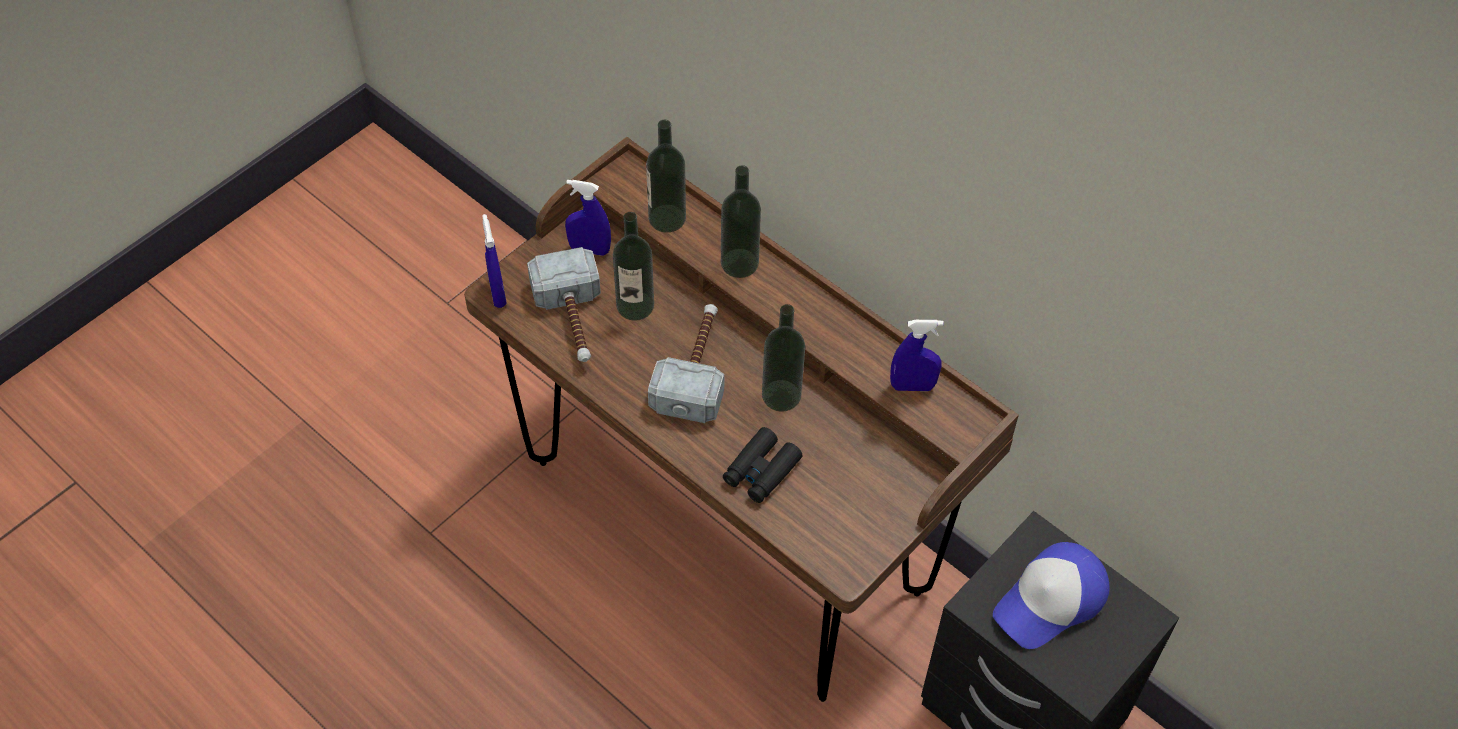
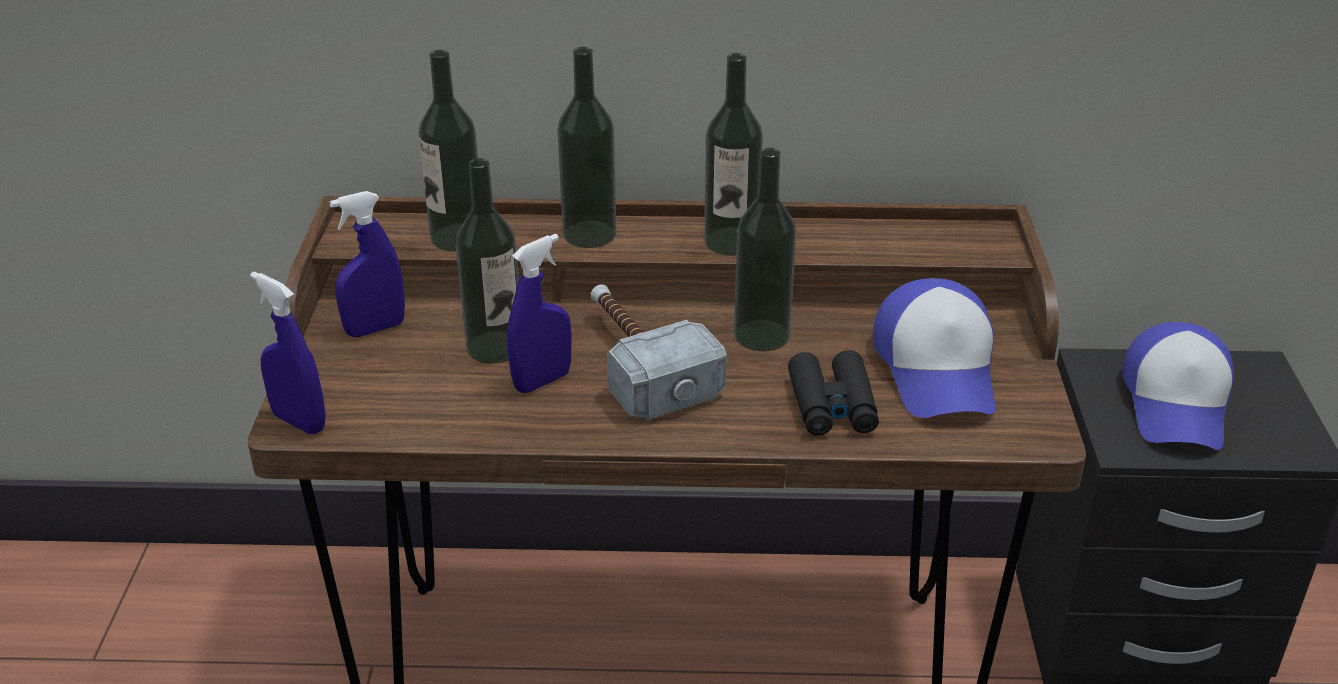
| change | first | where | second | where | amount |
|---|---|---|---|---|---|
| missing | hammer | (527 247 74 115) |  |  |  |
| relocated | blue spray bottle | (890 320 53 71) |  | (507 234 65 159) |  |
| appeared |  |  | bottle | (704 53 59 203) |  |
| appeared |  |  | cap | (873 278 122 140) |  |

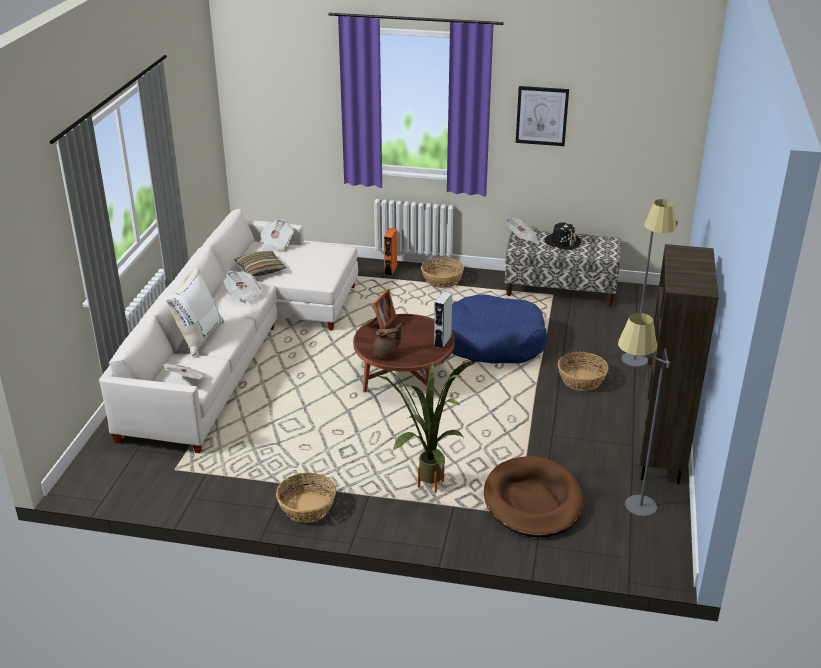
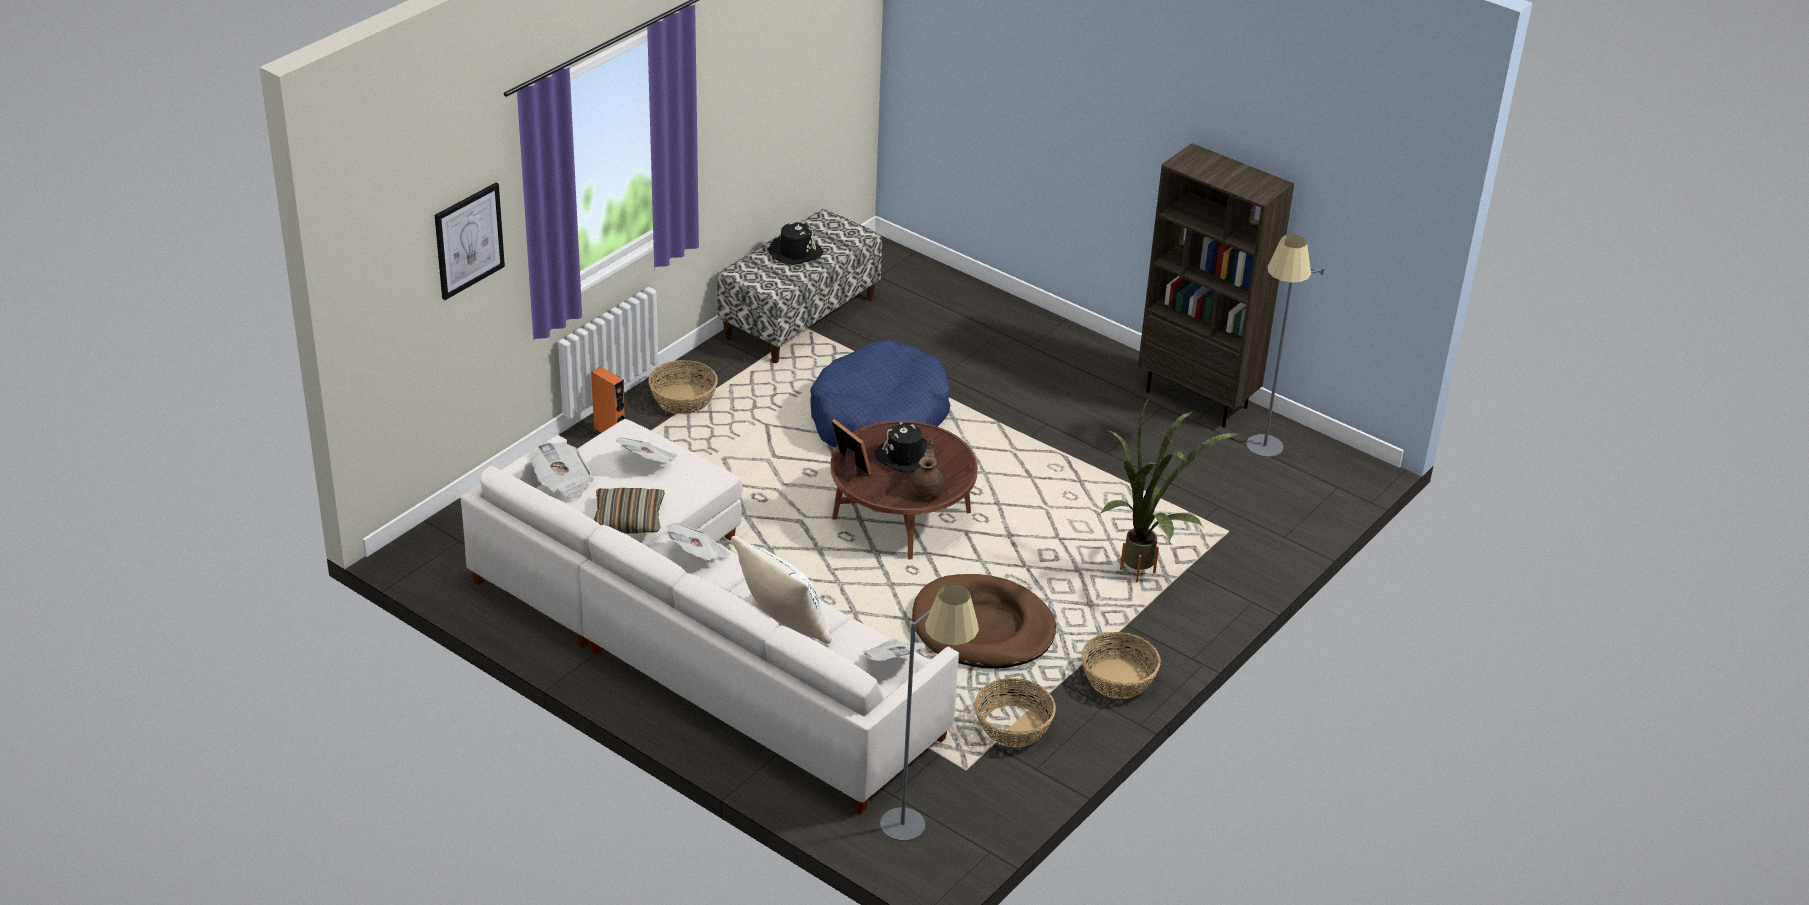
| change | first | where | second | where | amount |
|---|---|---|---|---|---|
| missing | grey speaker | (434 291 18 58) |  |  |  |
| relocated | brown dog bed | (484 456 99 81) |  | (912 574 144 95) |  |
| relocated | newspaper | (506 218 33 26) |  | (616 437 61 26) |  |
| relocated | picture | (516 86 53 60) |  | (435 183 70 117) |  |
| relocated | basket | (558 352 51 39) |  | (975 678 81 69) |  |
| relocated | grey floor lamp | (622 199 56 168) |  | (880 584 99 257) |  |
| appeared |  |  | black hat | (874 422 53 50) |  |

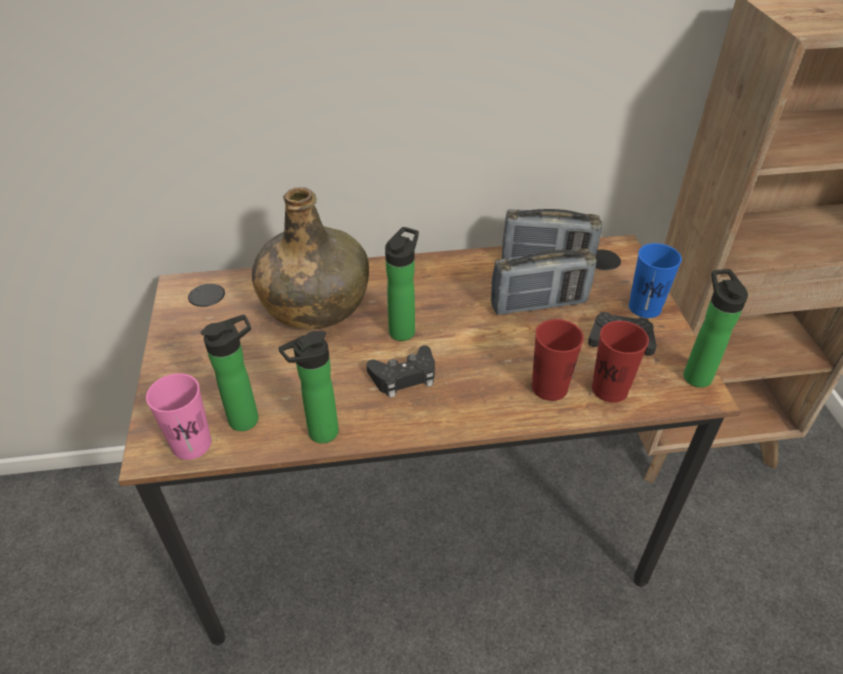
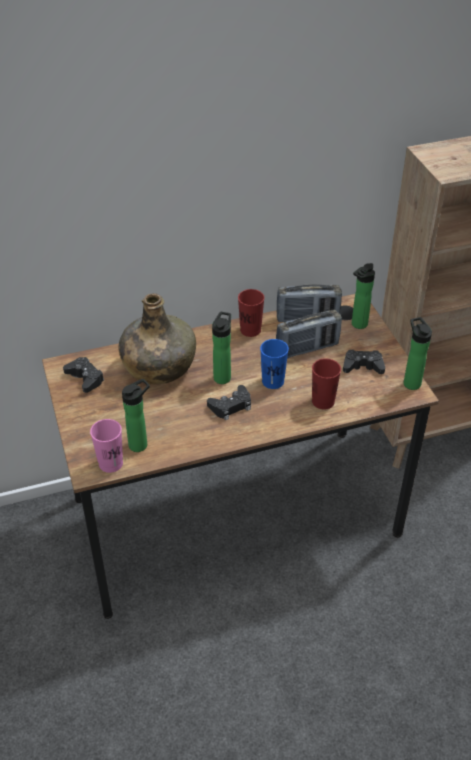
| change | first | where | second | where | amount |
|---|---|---|---|---|---|
| relocated | bottle | (279 331 60 112) |  | (352 263 23 66) |  |
| relocated | red cup | (592 321 57 82) |  | (238 289 27 48) |  |
| relocated | blue cup | (629 243 53 75) |  | (260 339 29 50) |  |
| appeared |  |  | black game controller | (63 357 41 36) |  |

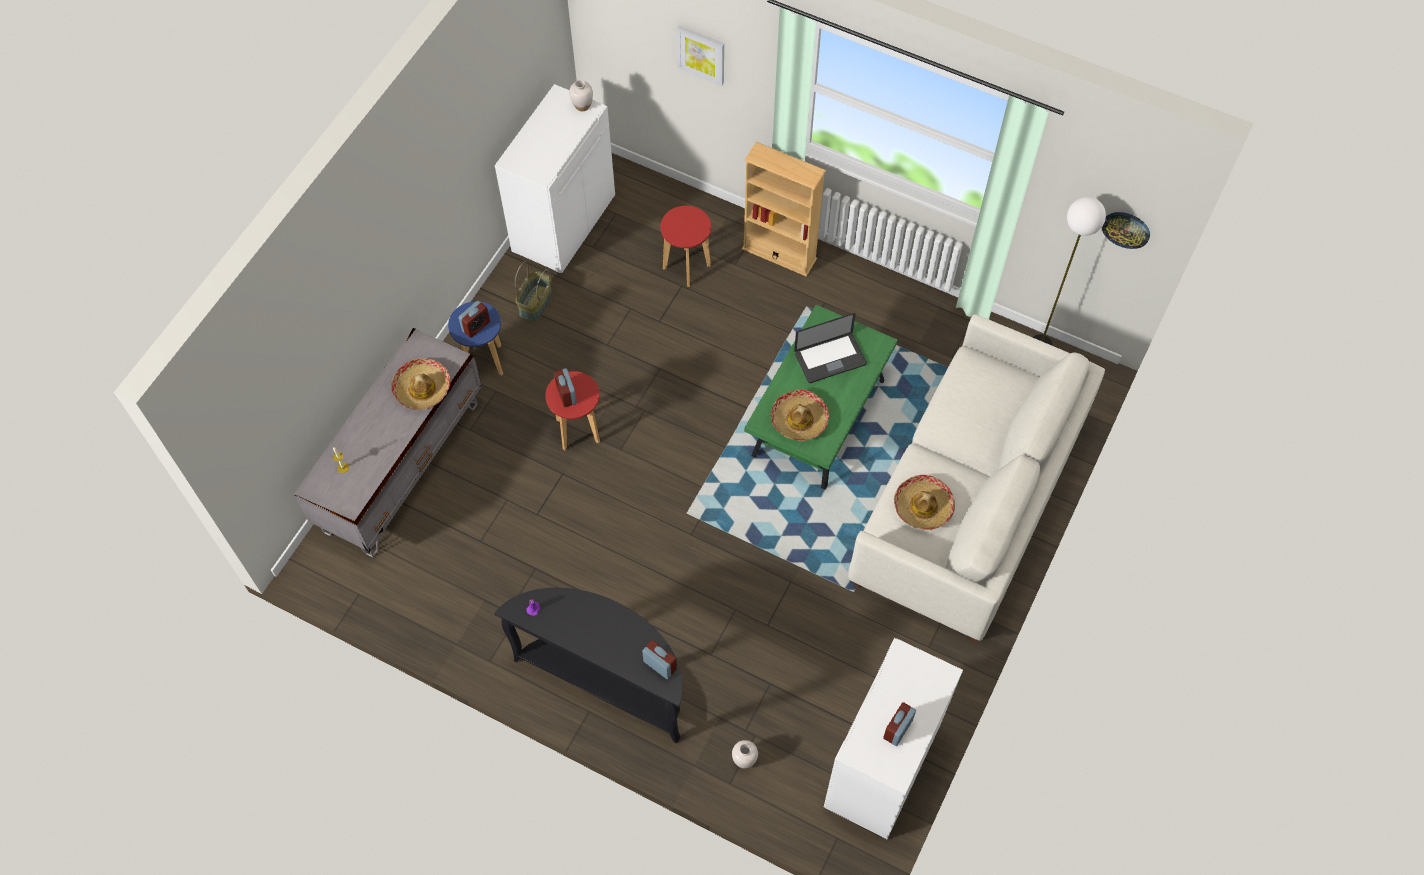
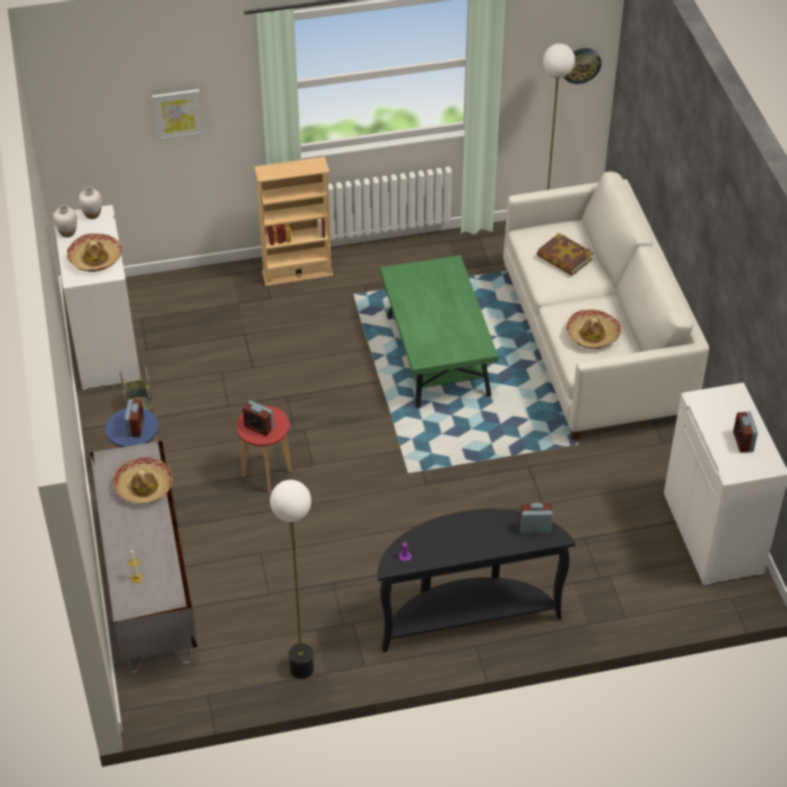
| change | first | where | second | where | amount |
|---|---|---|---|---|---|
| missing | red stool | (661 206 50 81) |  |  |  |
| relocated | white vase | (732 740 26 29) |  | (53 205 24 33) |  |
| relocated | hat | (771 390 58 51) |  | (67 233 55 39) |  |
| missing | laptop | (794 313 73 70) |  |  |  |
| appeared |  |  | floor lamp | (270 480 44 199) |  |
| appeared |  |  | book | (537 233 57 43) |  |

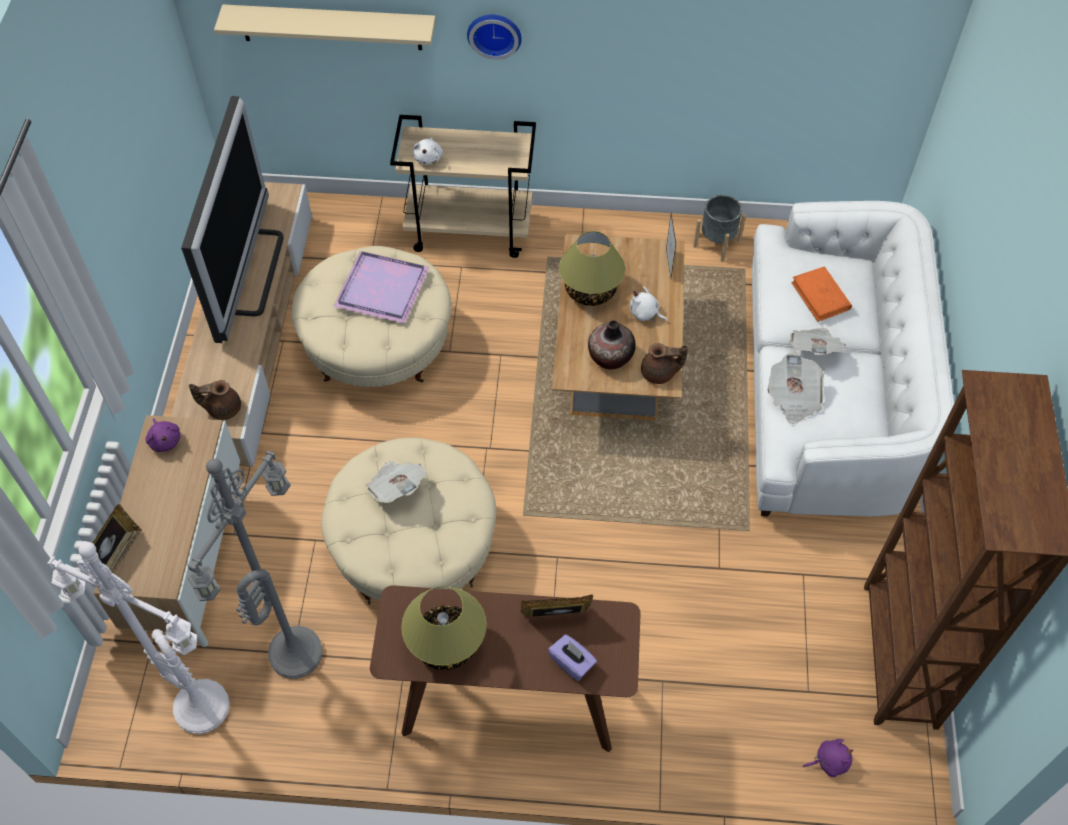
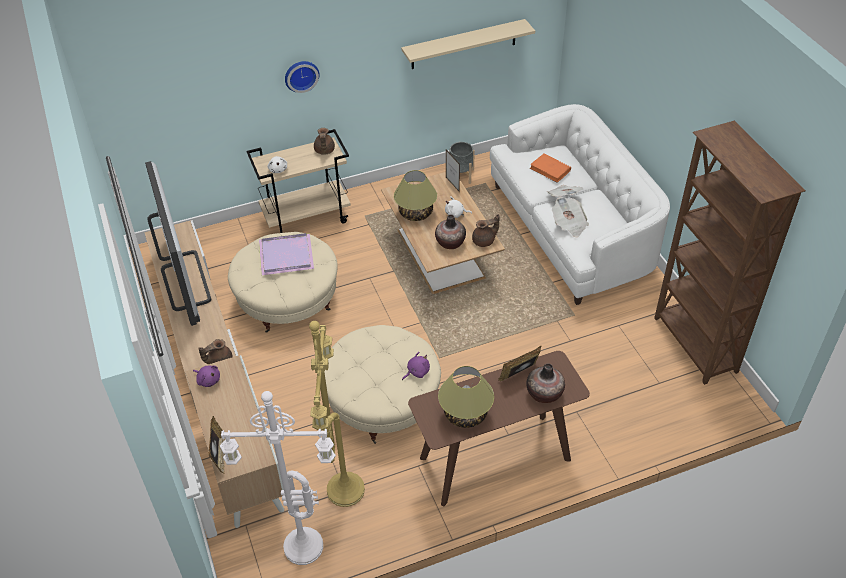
| change | first | where | second | where | amount |
|---|---|---|---|---|---|
| colour | grey floor lamp | (187 451 136 228) | yellow floor lamp | (309 321 56 186) |  |
| relocated | beige shelf | (214 4 222 46) |  | (401 19 134 50) |  |
| missing | newspaper | (365 461 61 42) |  |  |  |
| exchanged | purple tissue box | (548 634 49 47) | vase | (526 363 39 40) |  |
| relocated | purple plush toy | (803 739 50 38) |  | (402 352 28 28) |  |
| appeared |  |  | brown teapot | (314 128 21 27) |  |

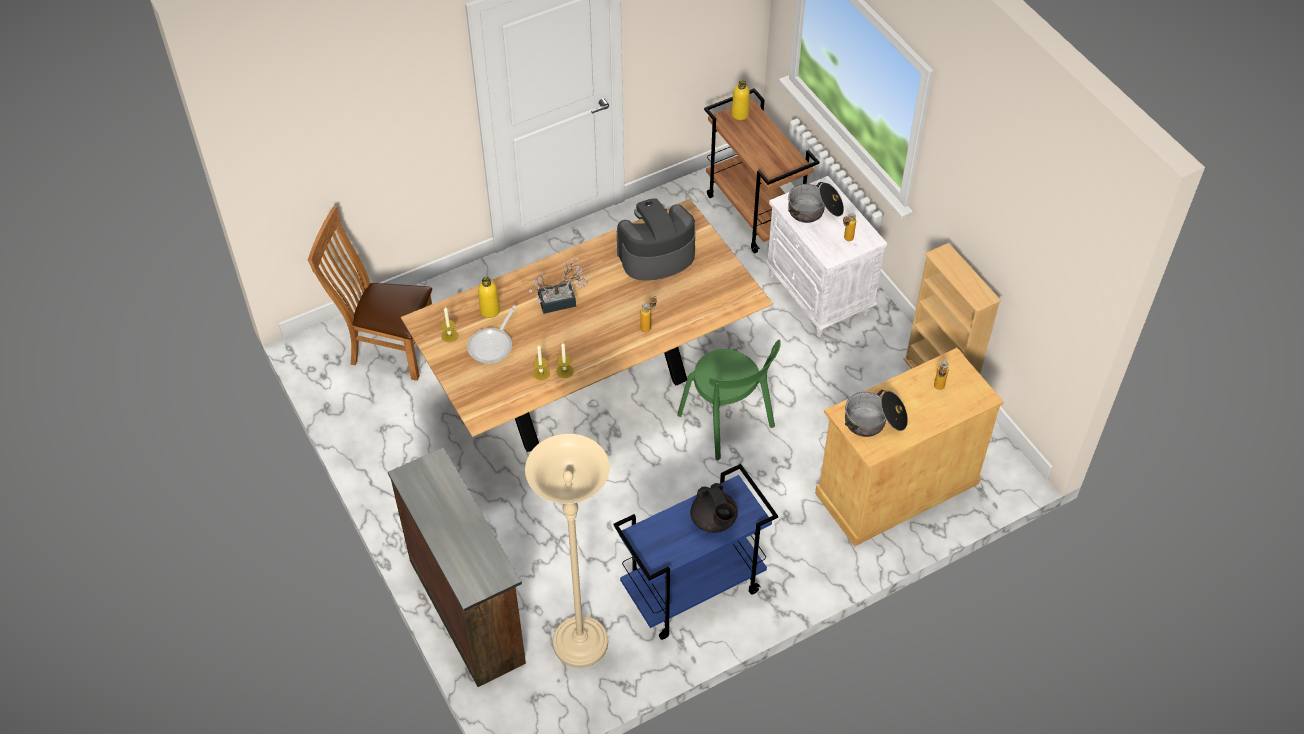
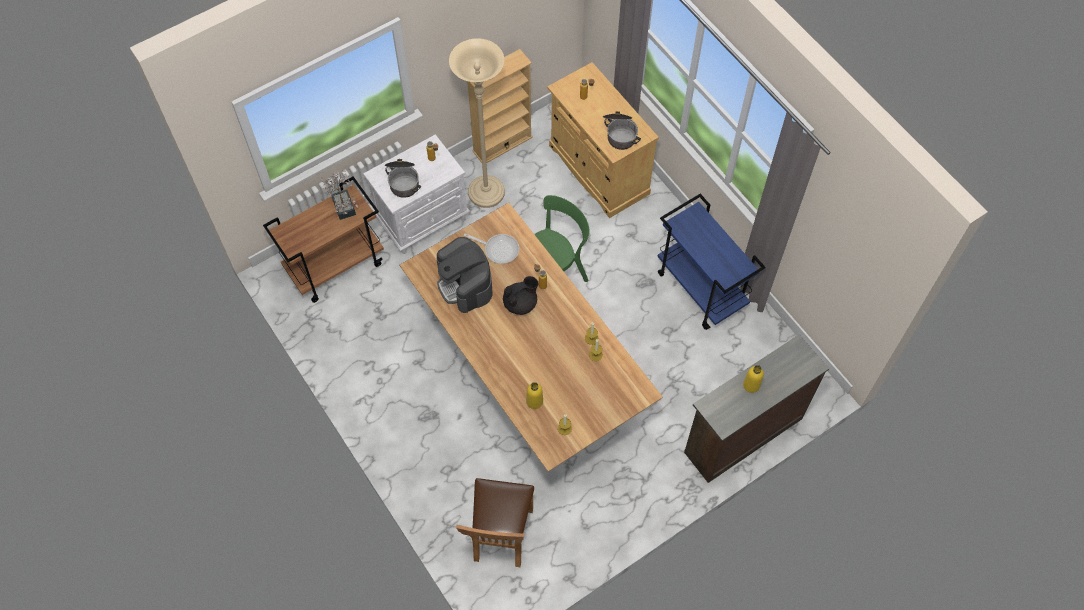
| change | first | where | second | where | amount |
|---|---|---|---|---|---|
| relocated | frying pan | (467 305 49 59) |  | (464 234 55 30) |  |
| relocated | beige floor lamp | (525 434 85 234) |  | (449 38 56 170) |  |
| relocated | potted plant | (529 258 60 56) |  | (320 170 38 50) |  |
| relocated | black teapot | (690 483 48 50) |  | (503 276 35 39) |  |
| relocated | yellow bottle | (731 80 19 40) |  | (743 365 21 28) |  |

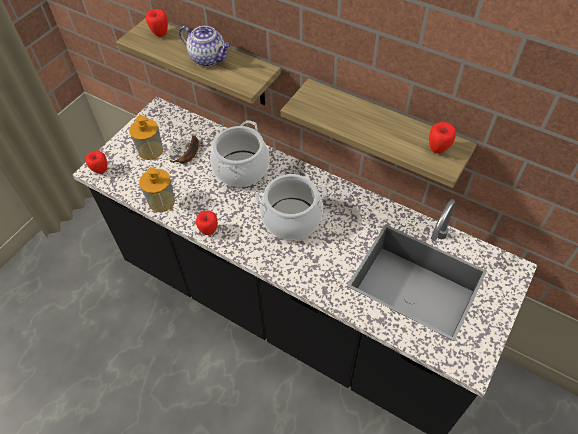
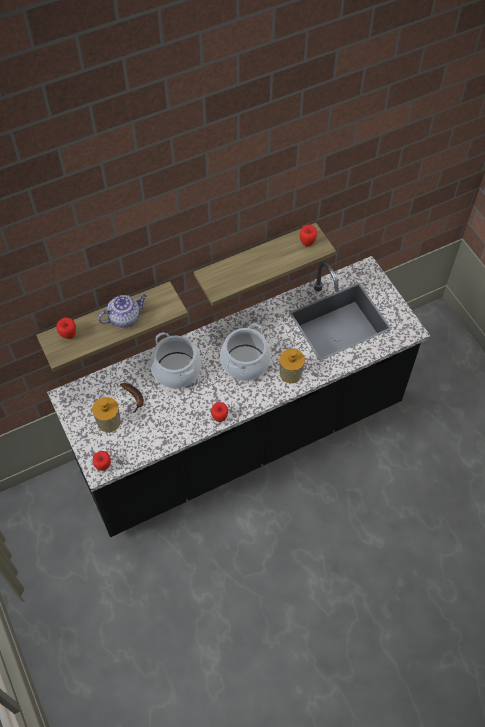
| change | first | where | second | where | amount |
|---|---|---|---|---|---|
| relocated | soap dispenser | (139 167 36 45) |  | (279 349 26 35) |  |

